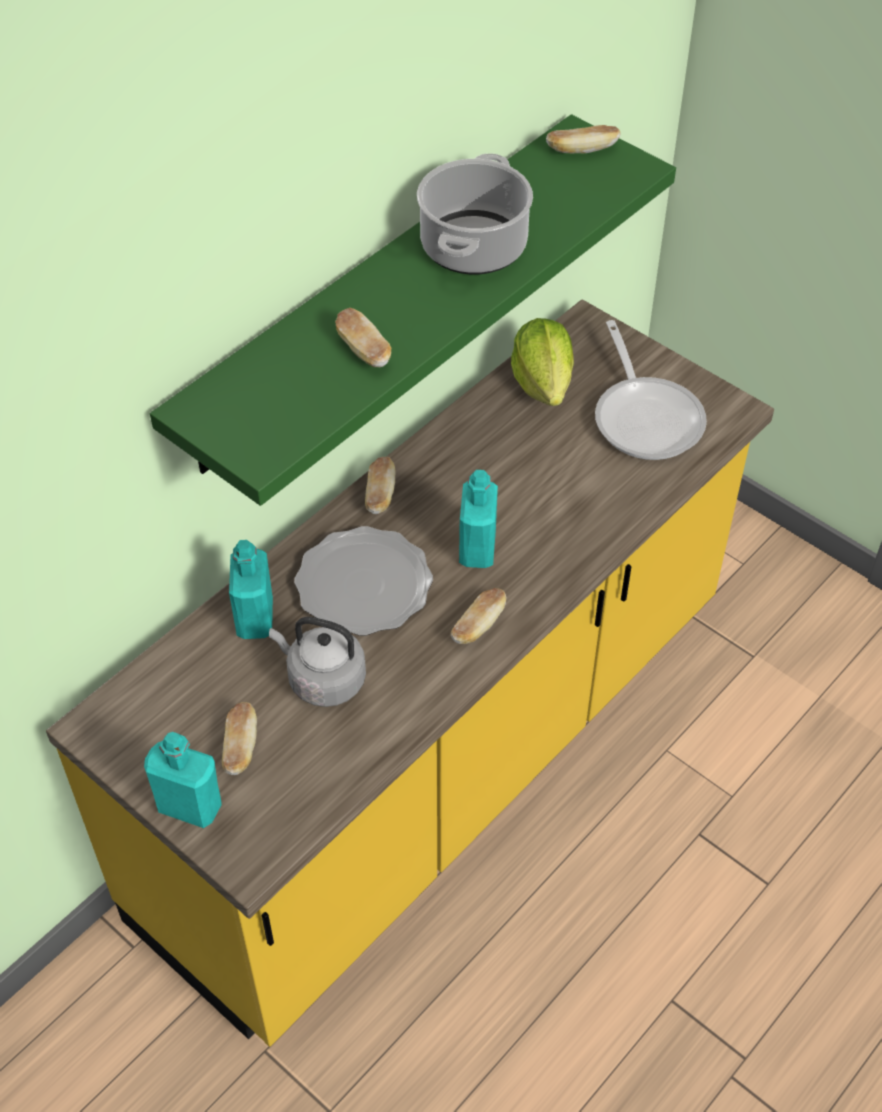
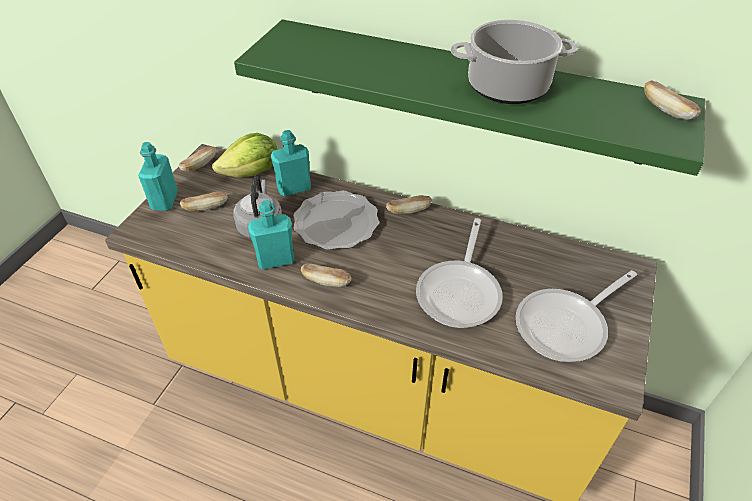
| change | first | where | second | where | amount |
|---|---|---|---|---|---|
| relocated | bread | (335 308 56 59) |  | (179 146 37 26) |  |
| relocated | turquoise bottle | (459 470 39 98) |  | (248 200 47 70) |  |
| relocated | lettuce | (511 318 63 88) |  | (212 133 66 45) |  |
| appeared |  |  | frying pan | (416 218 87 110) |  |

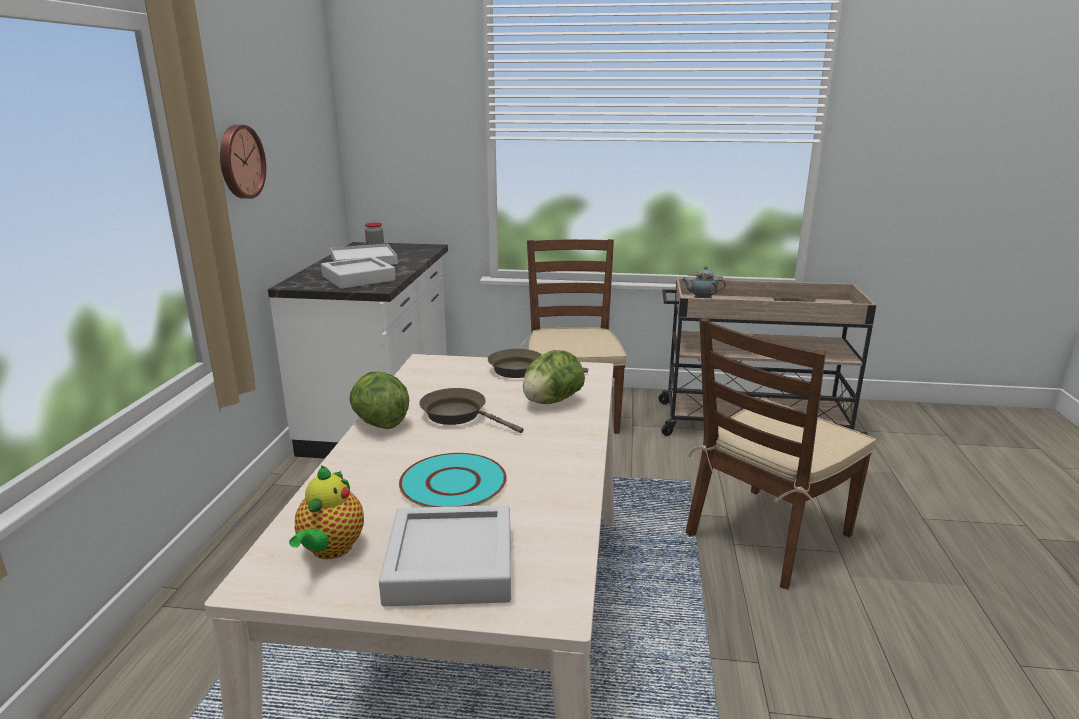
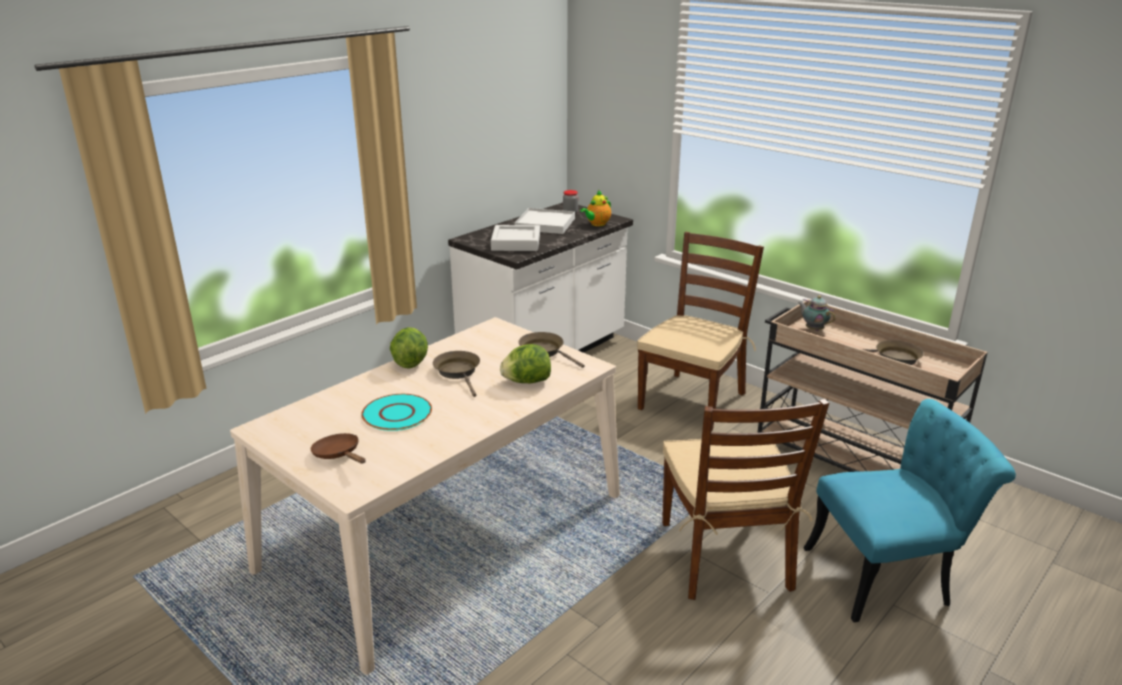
| change | first | where | second | where | amount |
|---|---|---|---|---|---|
| missing | wall clock | (220 125 46 74) |  |  |  |
| relocated | teapot | (289 466 75 93) |  | (580 190 31 36) |  |
| exchanged | grey tray | (379 505 132 101) | brown frying pan | (311 433 55 31) |  |
| spun | brown chair | (685 318 191 272) |  | (662 399 167 201) | 90 degrees counterclockwise |
| appeared |  |  | turquoise chair | (803 399 213 224) |  |

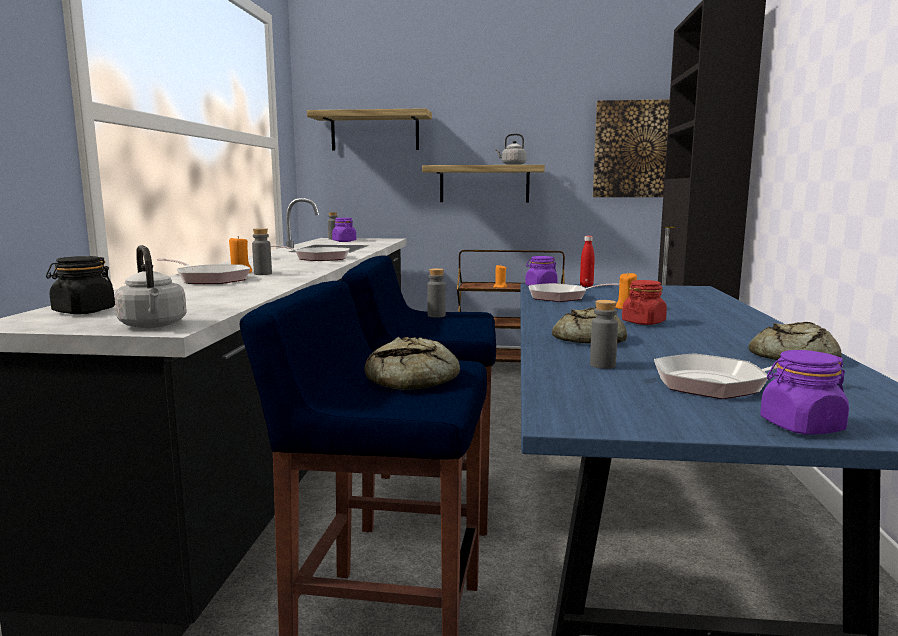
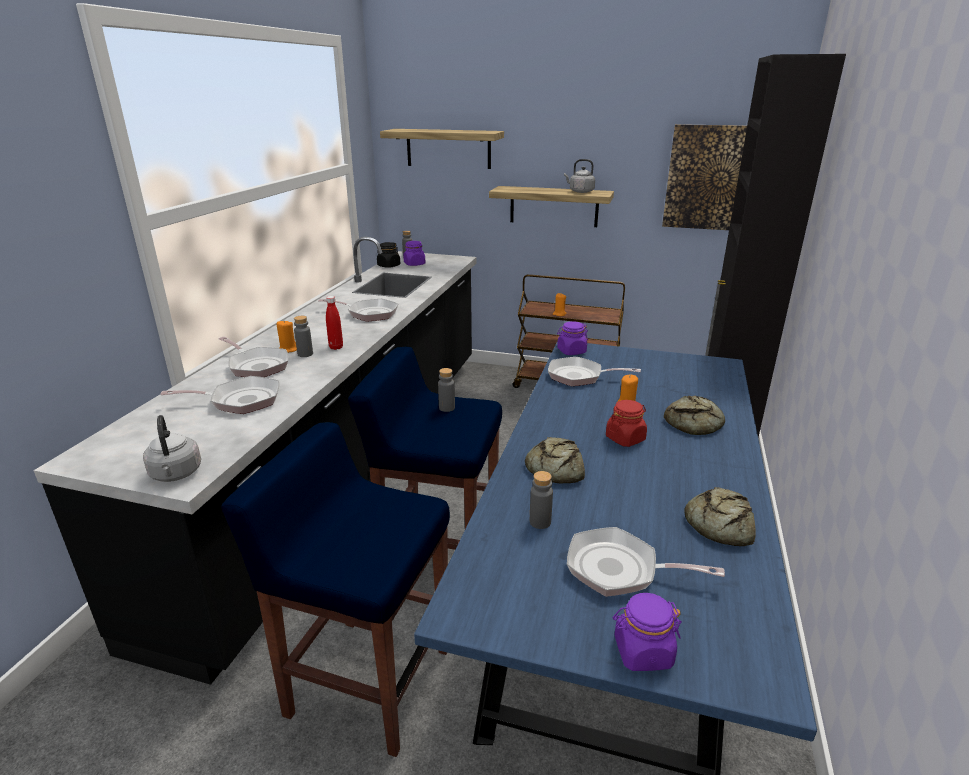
| change | first | where | second | where | amount |
|---|---|---|---|---|---|
| relocated | black jar | (46 256 69 58) |  | (377 242 23 26) |  |
| relocated | bread | (364 337 96 53) |  | (664 396 61 39) |  |
| relocated | red bottle | (580 236 15 51) |  | (326 296 17 54) |  |
| appeared |  |  | frying pan | (160 376 120 38) |  |

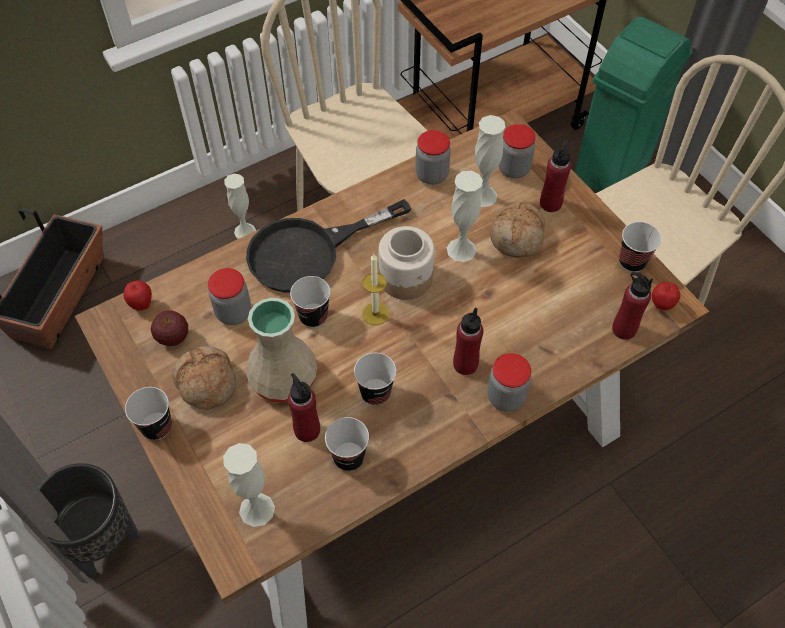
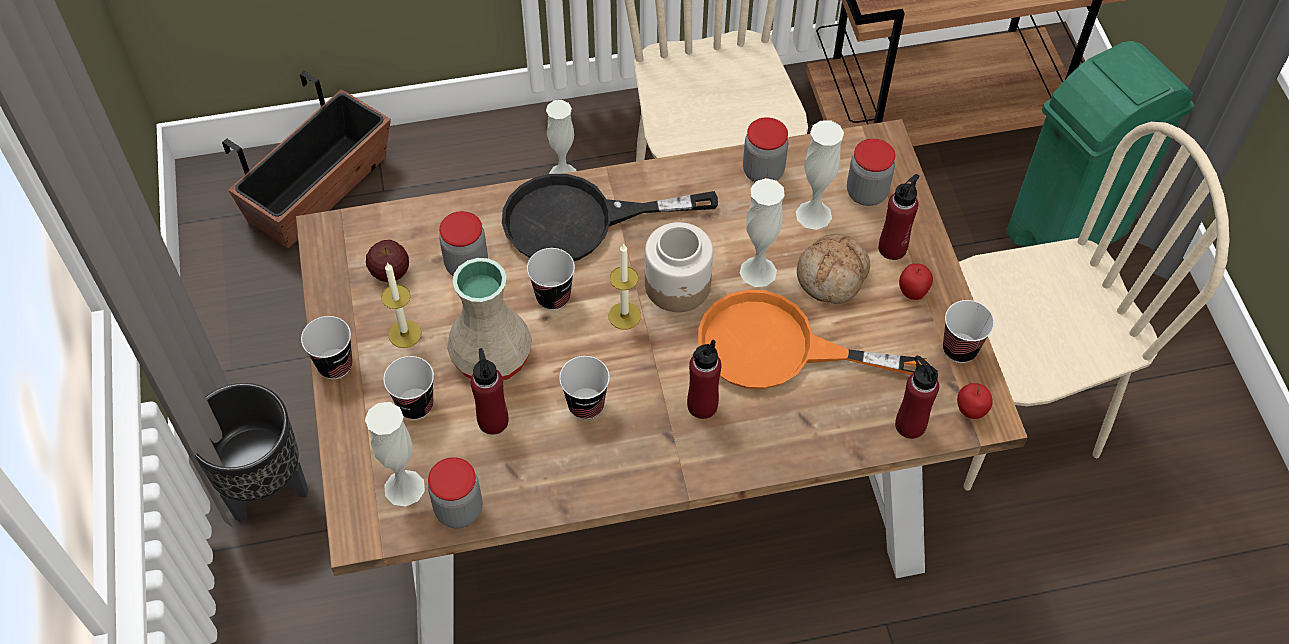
| change | first | where | second | where | amount |
|---|---|---|---|---|---|
| relocated | apple | (123 280 29 30) |  | (899 264 34 36) |  |
| exchanged | bread | (172 346 64 64) | candle | (381 262 41 86) |  |
| relocated | cup | (325 417 44 54) |  | (383 356 51 64) |  |
| relocated | jar | (487 353 44 59) |  | (428 457 54 71) |  |
| appeared |  |  | orange frying pan | (698 290 230 99) |  |

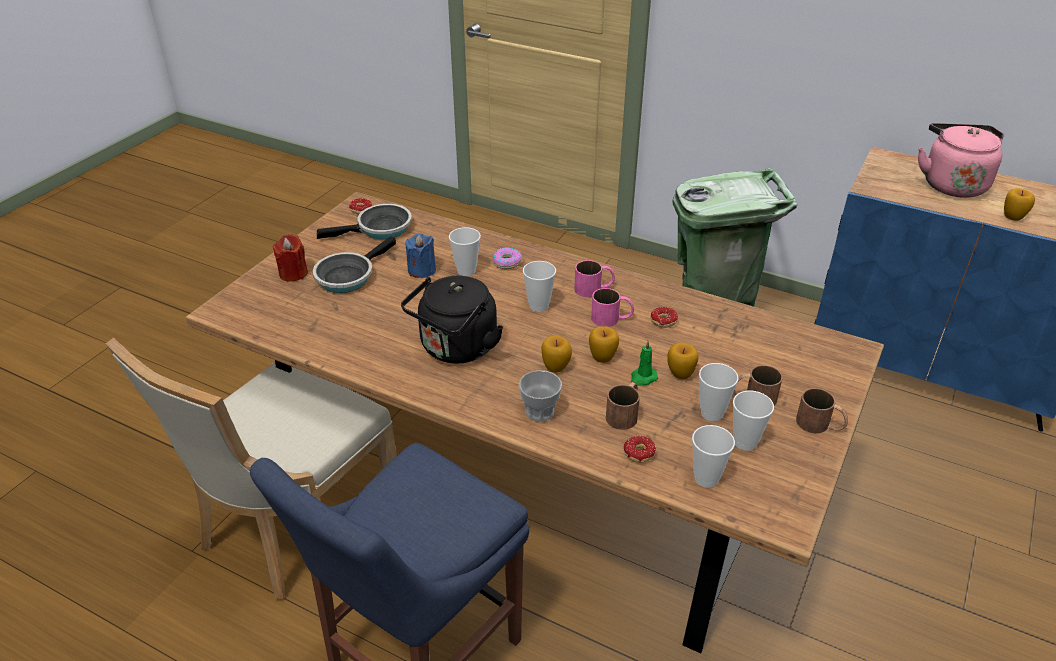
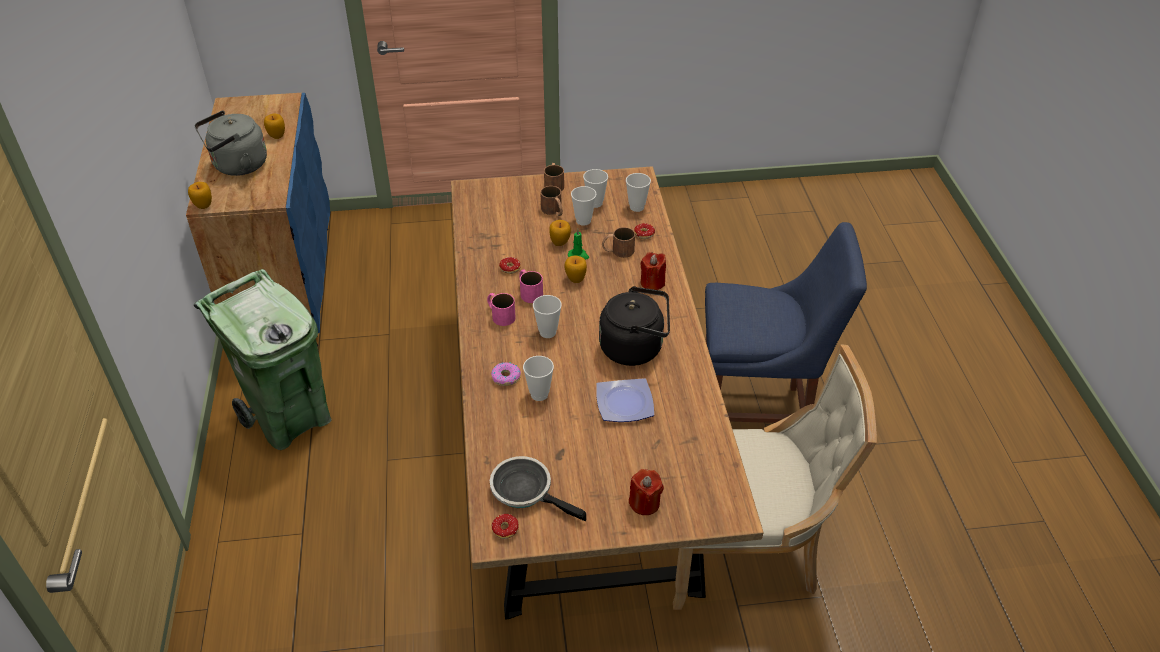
| change | first | where | second | where | amount |
|---|---|---|---|---|---|
| missing | frying pan | (313 236 83 57) |  |  |  |
| missing | blue candle | (405 234 31 44) |  |  |  |
| exchanged | cup | (519 370 43 52) | red candle | (640 252 26 38) |  |
| relocated | apple | (541 335 31 38) |  | (188 182 24 27) |  |
| colour | pink kettle | (918 123 86 75) | grey kettle | (195 111 72 65) |  |
| appeared |  |  | plate | (596 378 58 44) |  |

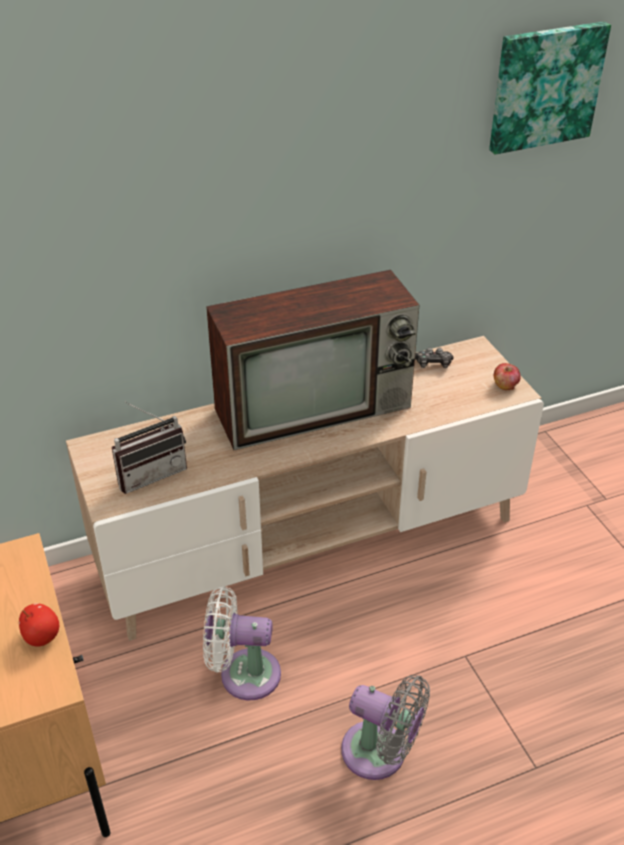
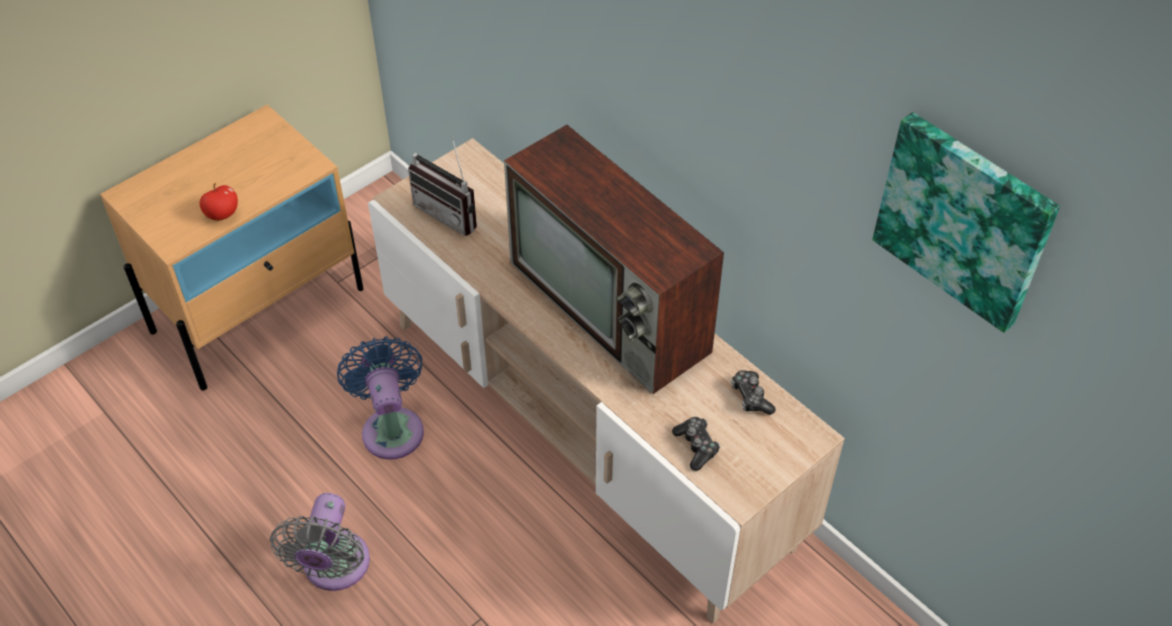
| change | first | where | second | where | amount |
|---|---|---|---|---|---|
| colour | white fan | (203 586 78 114) | blue fan | (337 337 87 122) |  |
| missing | apple | (494 363 27 27) |  |  |  |
| appeared |  |  | game controller | (672 417 48 54) |  |

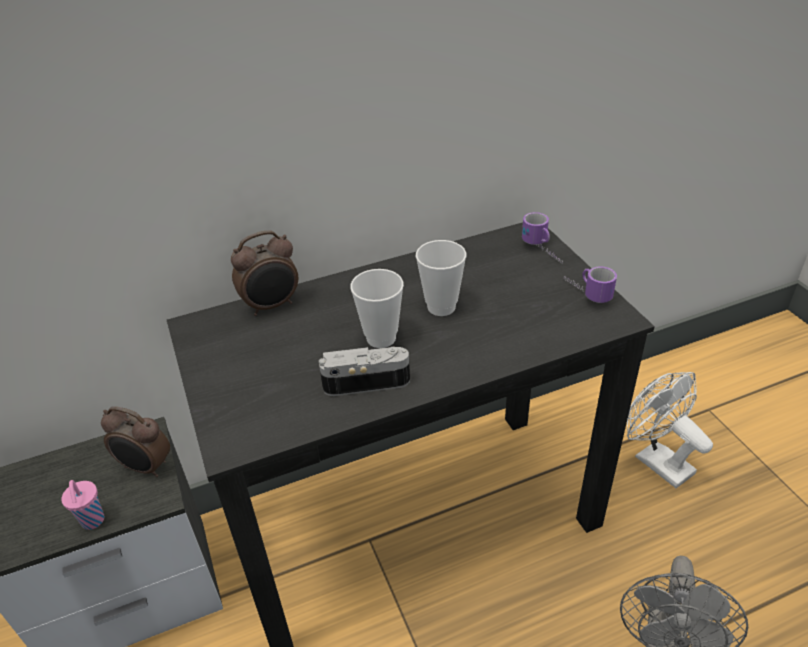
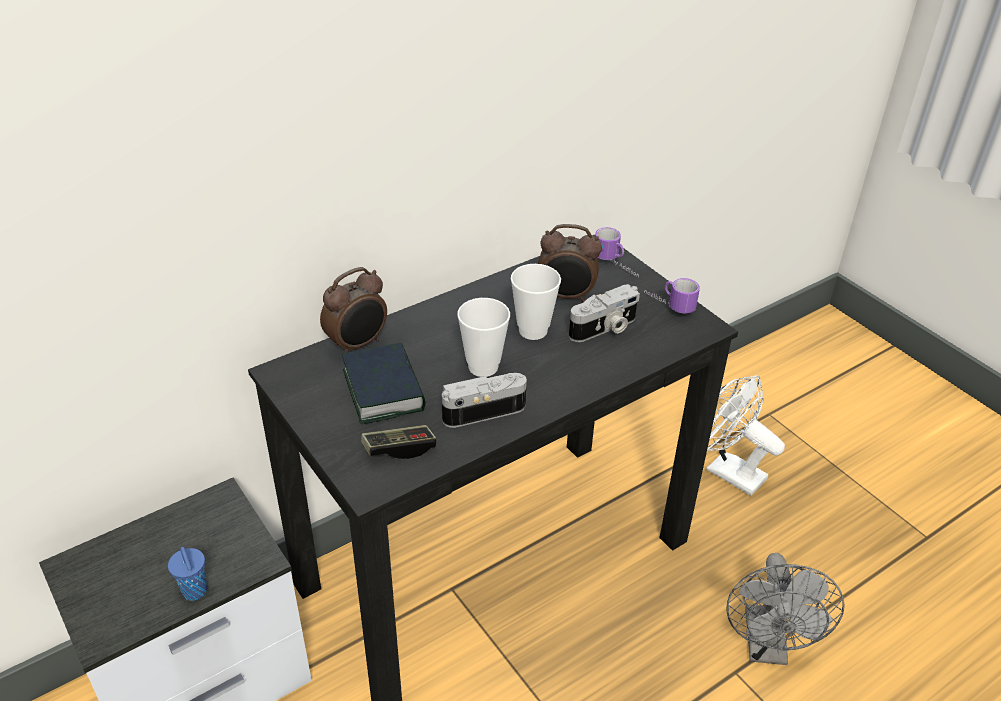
| change | first | where | second | where | amount |
|---|---|---|---|---|---|
| colour | pink cup | (61 480 43 50) | blue cup | (168 547 39 54) |  |
| relocated | alarm clock | (101 406 69 71) |  | (538 224 64 78) |  |
| appeared |  |  | book | (342 343 84 81) |  |
| appeared |  |  | game controller | (361 425 75 34) |  |
| appeared |  |  | photo camera | (569 284 71 58) |  |

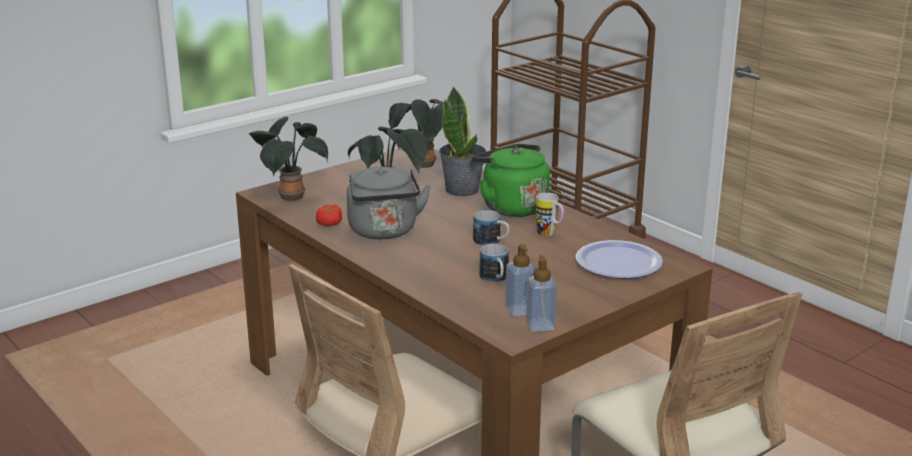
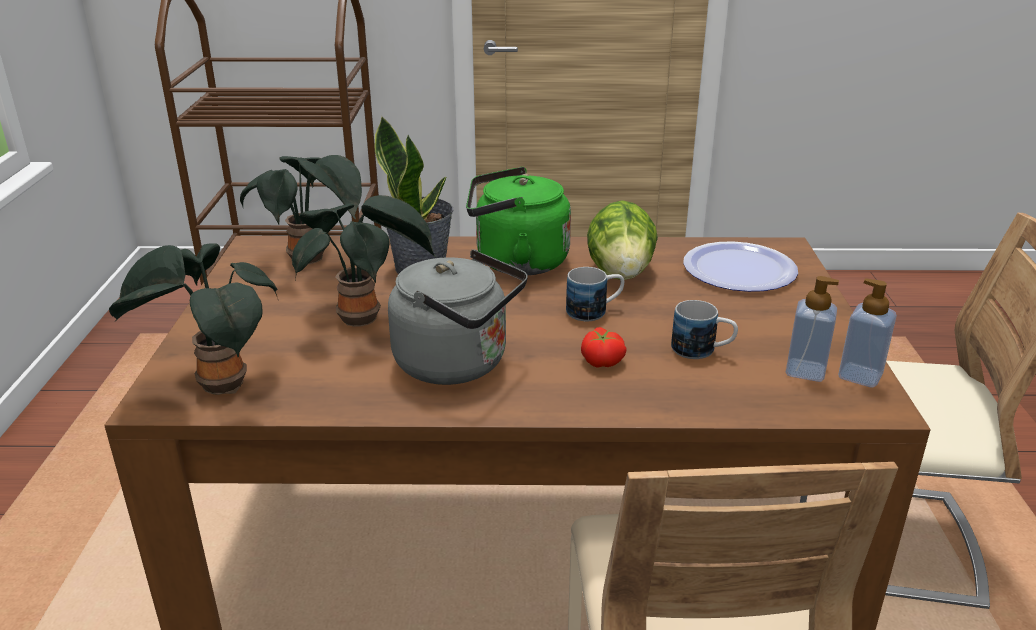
| change | first | where | second | where | amount |
|---|---|---|---|---|---|
| relocated | tomato | (316 204 26 23) |  | (581 327 46 41) |  |
| exchanged | mug | (536 192 28 44) | lettuce | (587 200 71 80) |  |

